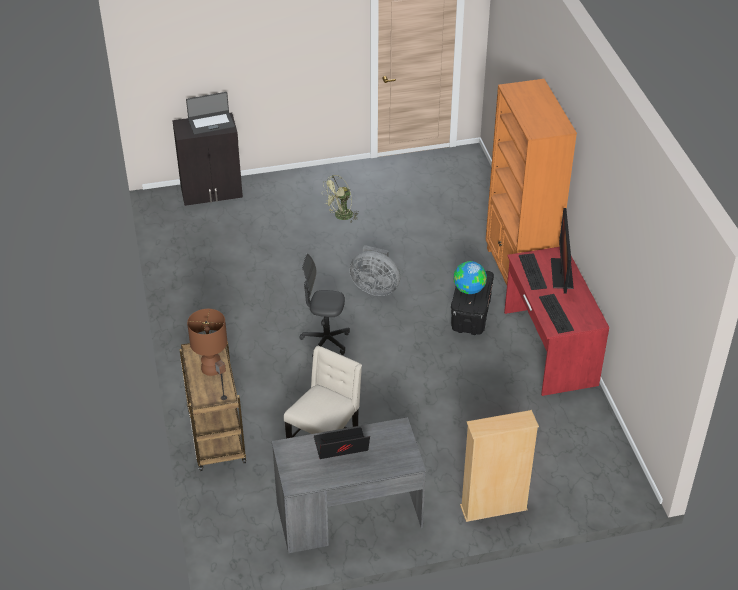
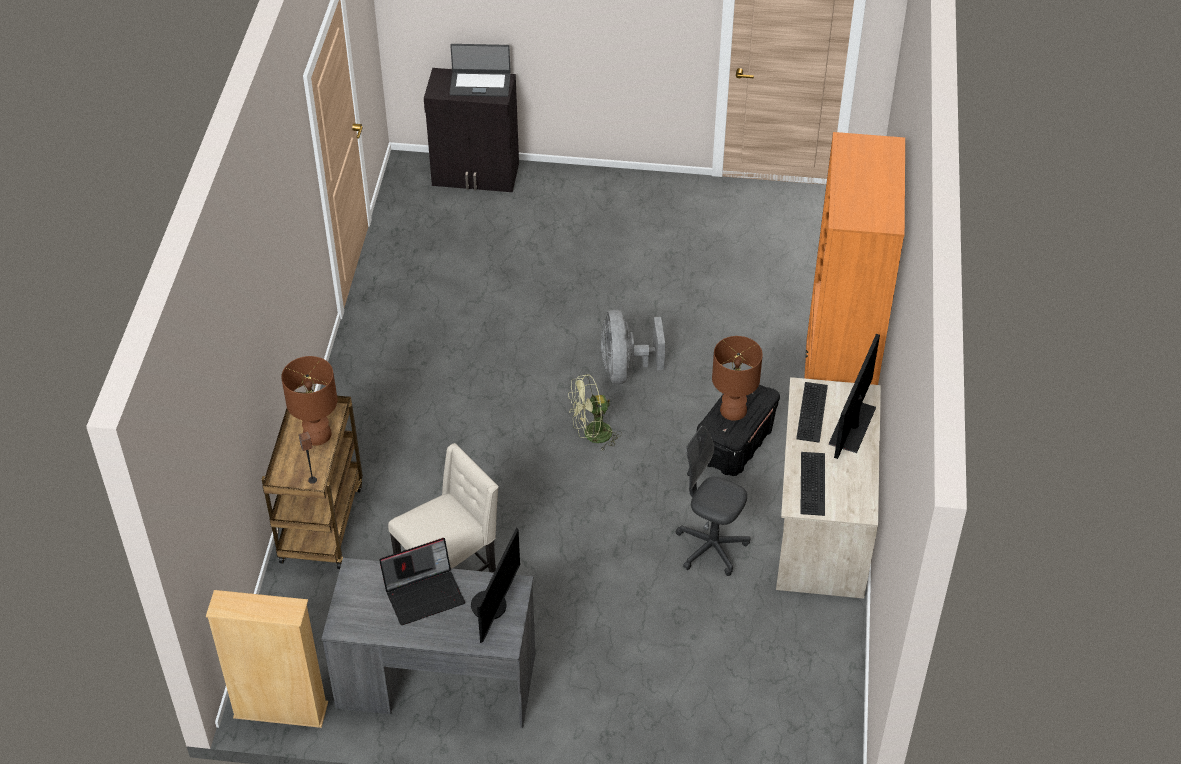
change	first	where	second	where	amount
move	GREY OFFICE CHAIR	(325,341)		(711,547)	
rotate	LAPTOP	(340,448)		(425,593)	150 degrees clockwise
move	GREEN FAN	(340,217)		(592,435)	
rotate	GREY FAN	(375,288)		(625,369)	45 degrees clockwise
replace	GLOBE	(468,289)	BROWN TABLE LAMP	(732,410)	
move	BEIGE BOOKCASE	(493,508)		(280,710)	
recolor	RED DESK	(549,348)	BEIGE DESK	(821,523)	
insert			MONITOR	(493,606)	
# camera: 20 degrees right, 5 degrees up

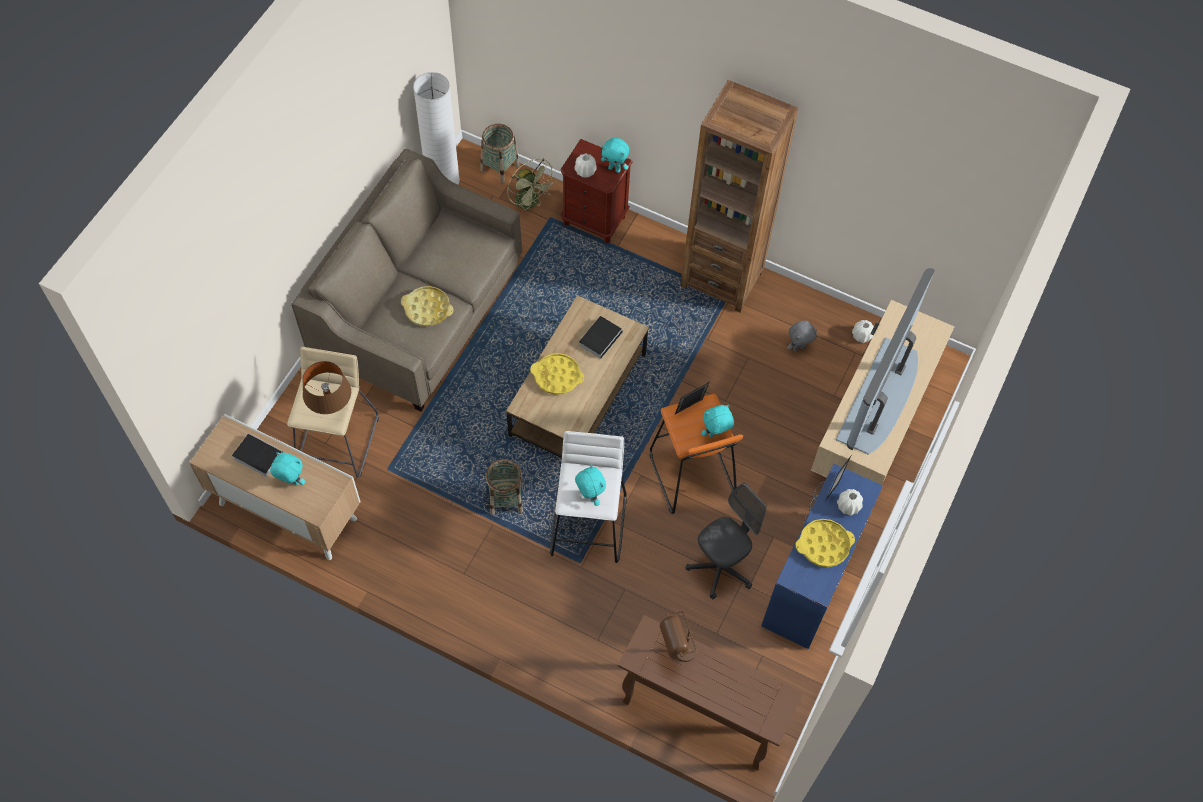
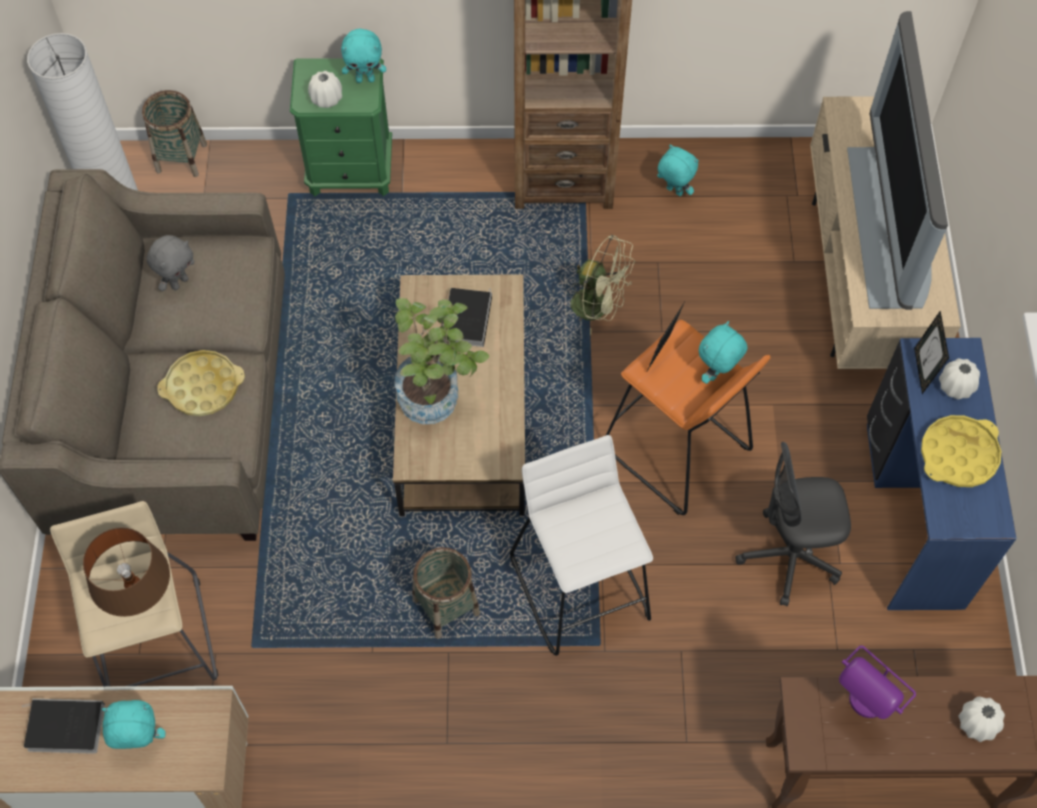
change	first	where	second	where	amount
move	GREEN FAN	(531,203)		(598,307)	
replace	YELLOW TRAY	(557,376)	POTTED PLANT	(437,398)	
recolor	BROWN NIGHTSTAND	(594,220)	GREEN NIGHTSTAND	(351,172)	
move	TURQUOISE PLUSH TOY	(589,496)		(673,192)	
recolor	BROWN TABLE LAMP	(677,653)	PURPLE TABLE LAMP	(860,709)	
rotate	GREY OFFICE CHAIR	(720,568)		(788,557)	120 degrees counterclockwise
move	GREY PLUSH TOY	(798,348)		(179,282)	
move	WHITE VASE	(861,335)		(977,723)	
# camera: 25 degrees left, 0 degrees up

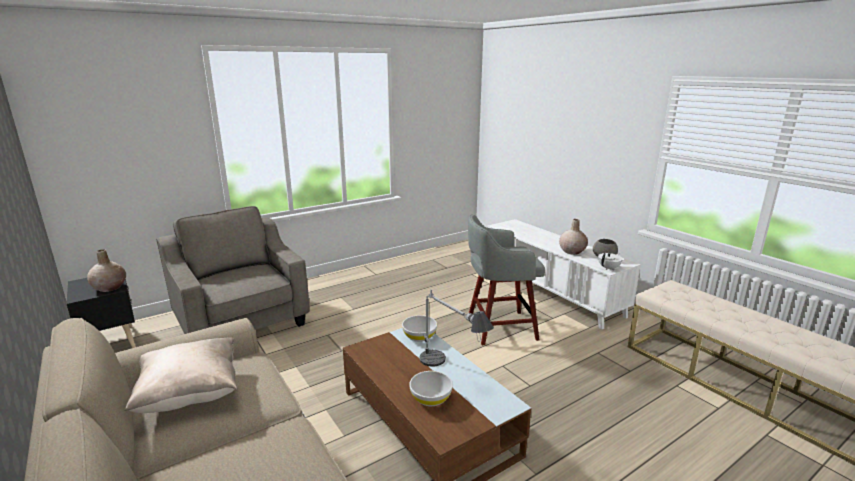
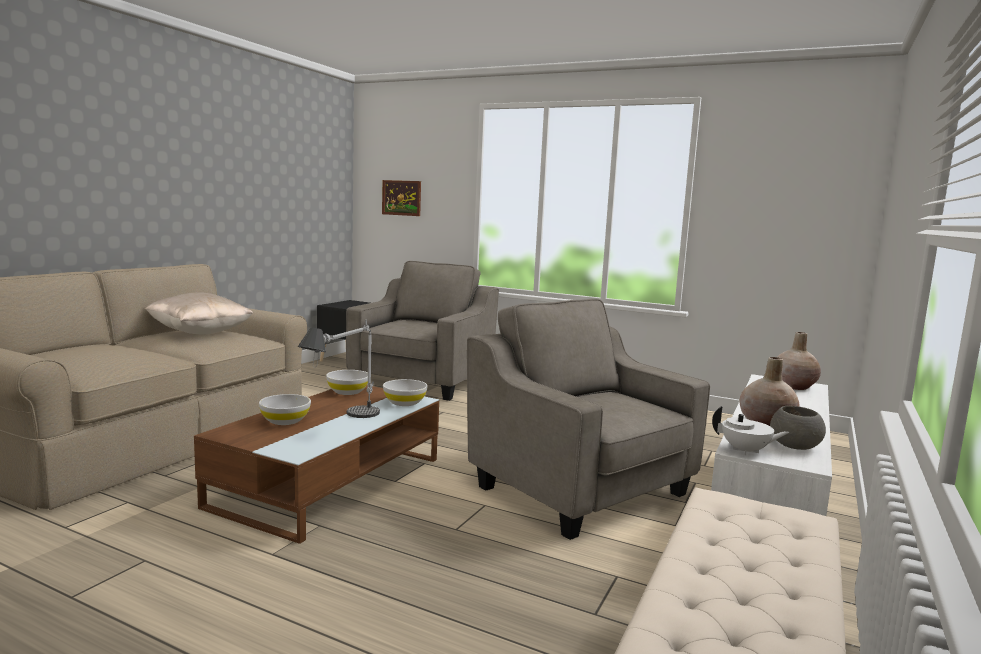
change	first	where	second	where	amount
move	BEIGE VASE	(110,287)		(793,386)	
replace	GREY STOOL	(499,327)	GREY ARMCHAIR	(581,489)	
insert			WHITE BOWL	(348,392)	
insert			PICTURE	(401,198)	
# camera: 60 degrees right, 10 degrees down

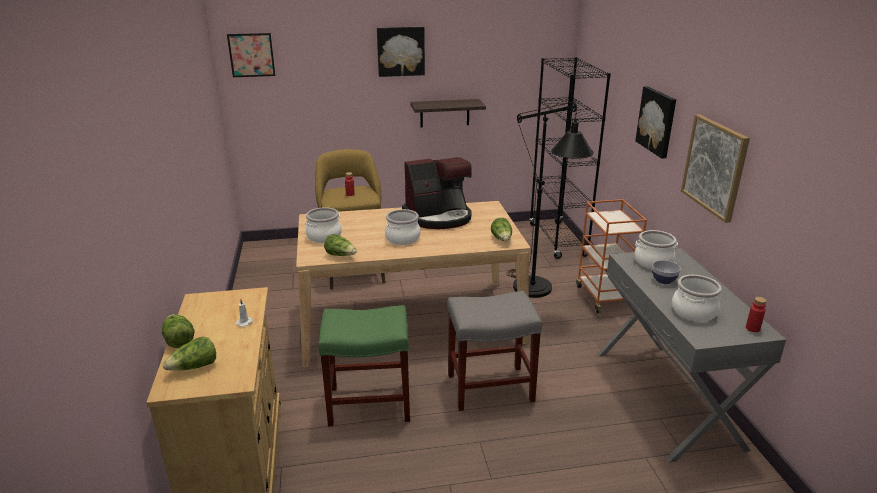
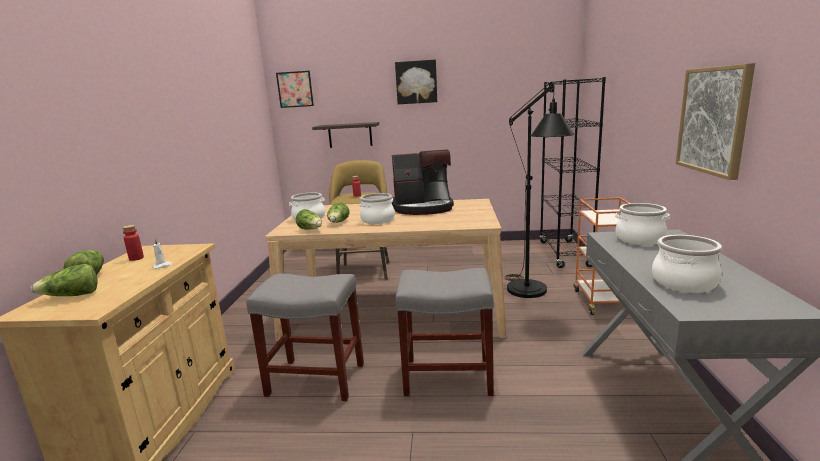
change	first	where	second	where	amount
recolor	GREEN STOOL	(368,404)	GREY STOOL	(314,379)	
move	SHELF	(444,113)		(350,135)	
move	LETTUCE	(502,239)		(338,223)	
delete	PICTURE	(657,121)			
delete	BOWL	(664,280)			
move	RED BOTTLE	(752,328)		(136,258)	
# camera: 15 degrees right, 10 degrees down

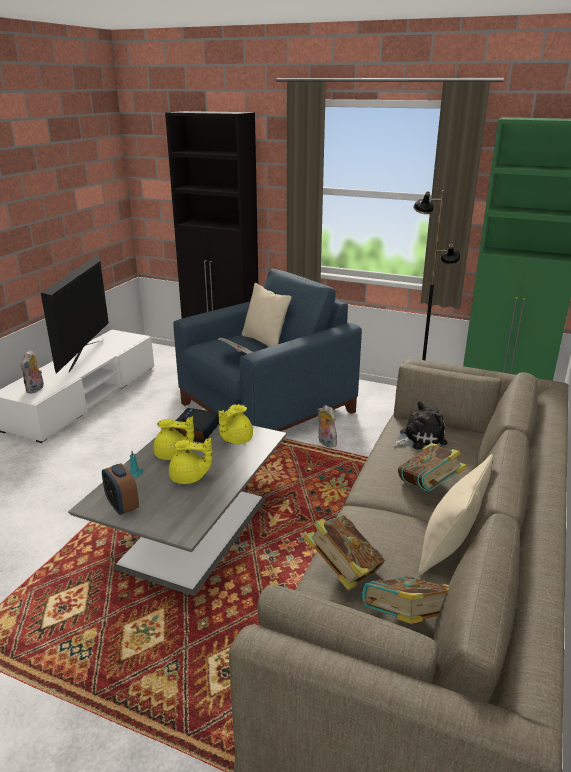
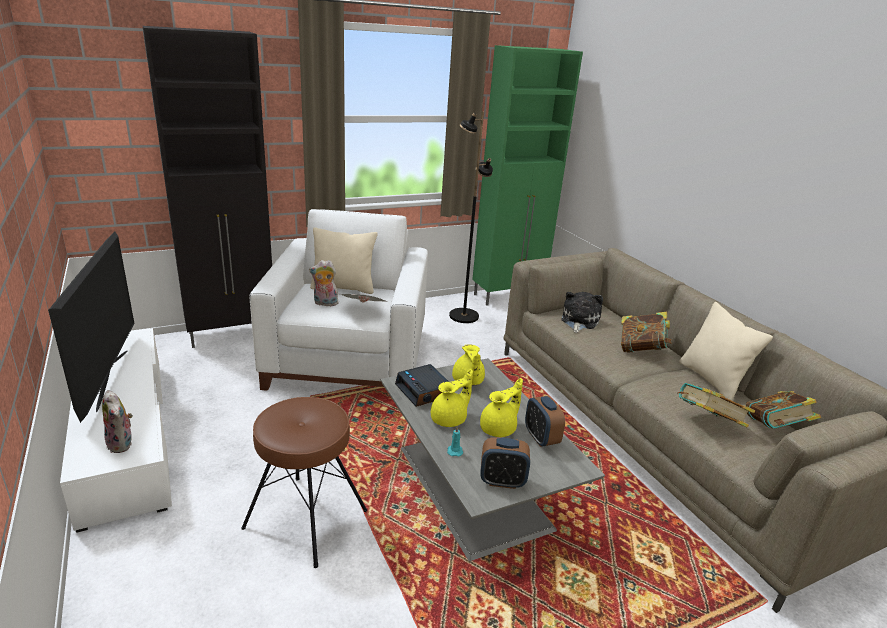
change	first	where	second	where	amount
rotate	TELEVISION	(86,356)		(110,379)	150 degrees counterclockwise
recolor	BLUE ARMCHAIR	(266,408)	WHITE ARMCHAIR	(349,359)	
move	PLUSH TOY	(325,442)		(325,303)	
insert			BROWN STOOL	(306,518)	
insert			ALARM CLOCK	(541,438)	
# camera: 50 degrees left, 0 degrees up

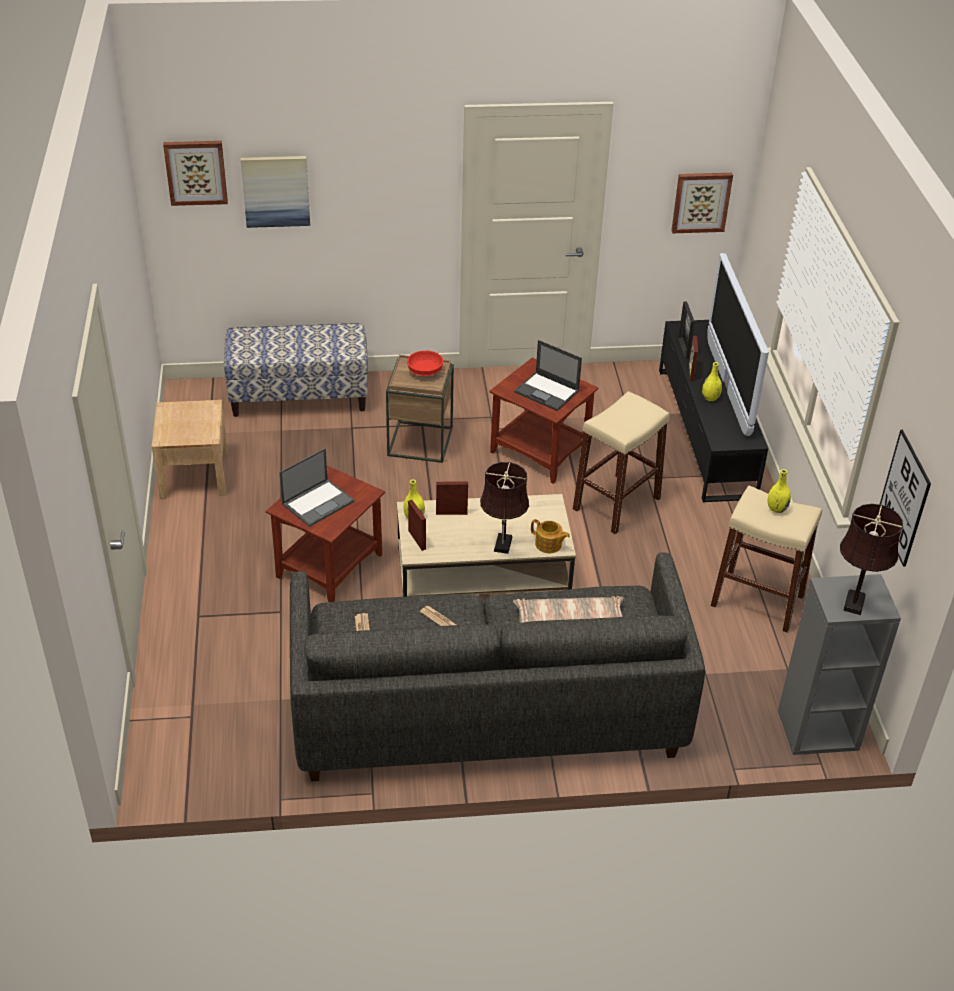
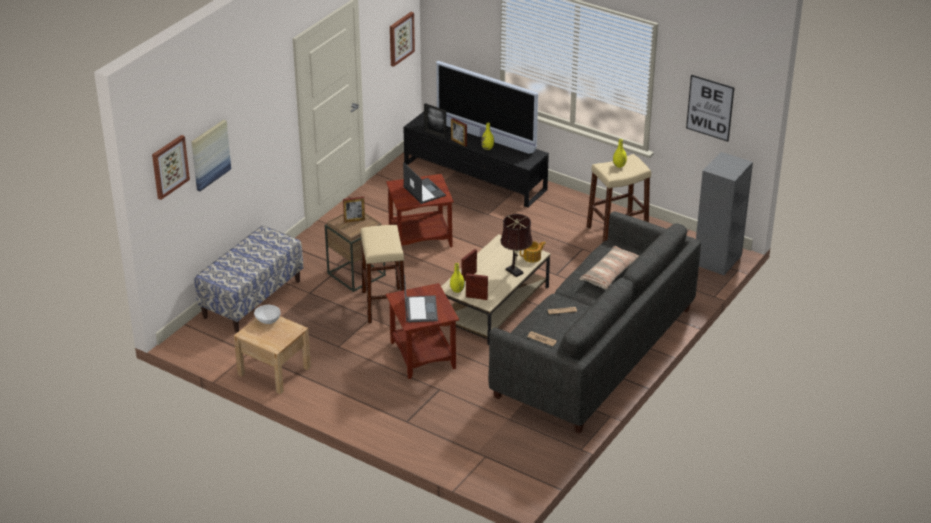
change	first	where	second	where	amount
replace	RED BOWL	(425,371)	PICTURE FRAME	(354,220)	
rotate	LAPTOP	(547,392)		(424,191)	105 degrees counterclockwise
move	BEIGE STOOL	(616,503)		(384,305)	
delete	BROWN TABLE LAMP	(855,600)			
insert			WHITE BOWL	(268,321)	
# camera: 50 degrees left, 5 degrees down

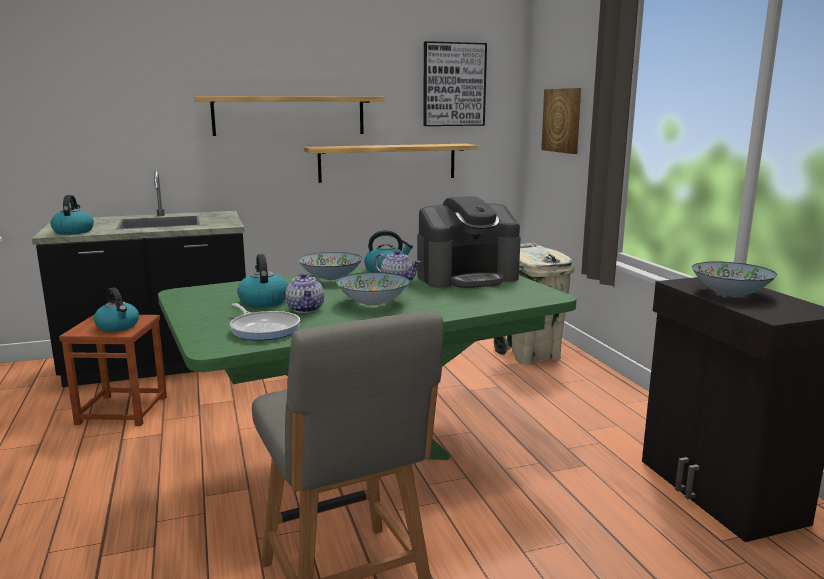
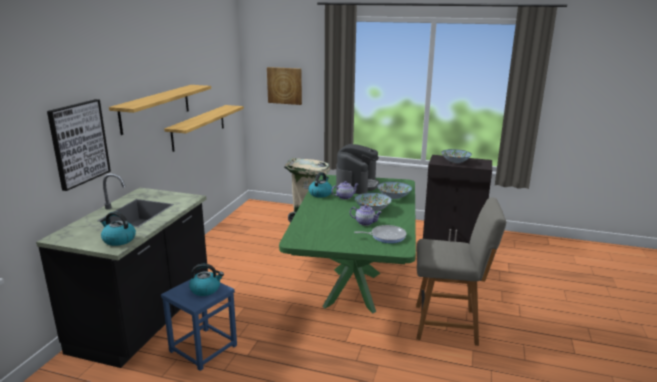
change	first	where	second	where	amount
recolor	BROWN STOOL	(123,410)	BLUE STOOL	(203,348)	
delete	KETTLE	(263,301)			
move	BOWL	(331,277)		(394,197)	
move	PICTURE	(454,84)		(79,143)	
# camera: 55 degrees left, 5 degrees up

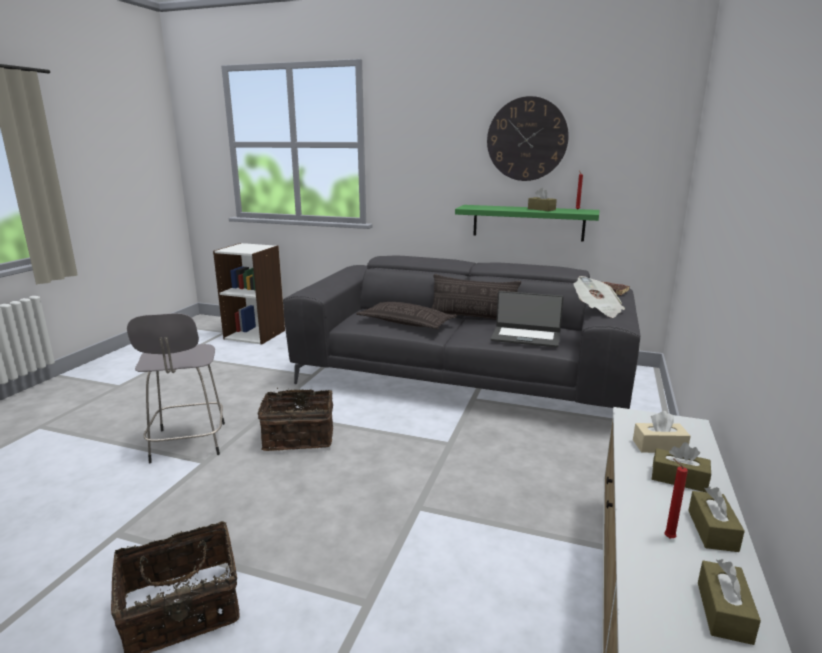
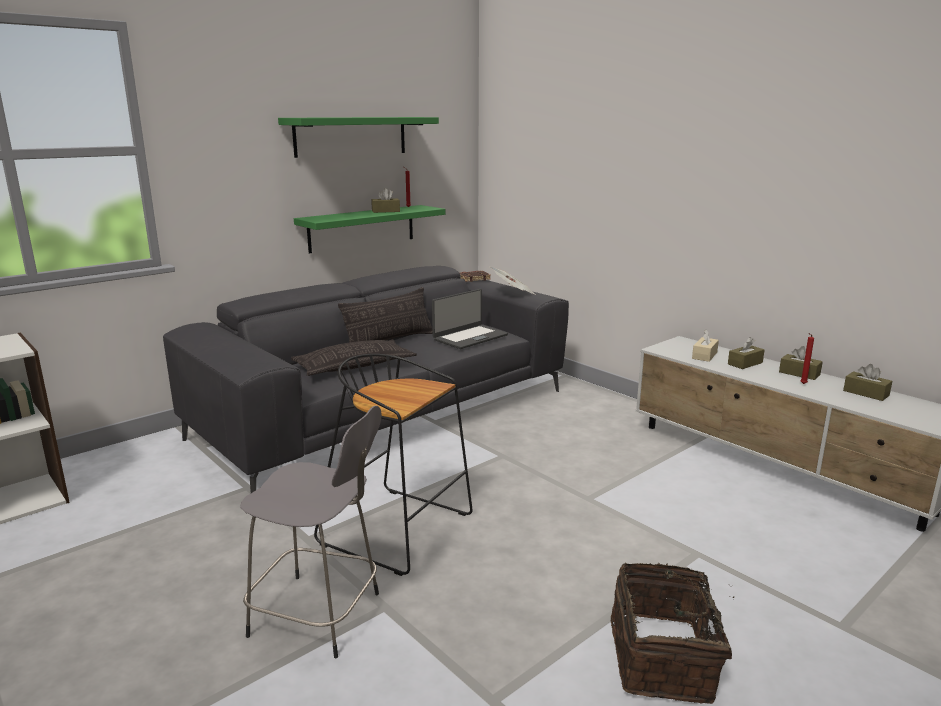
change	first	where	second	where	amount
replace	BASKET	(299,437)	BLACK STOOL	(399,529)	
replace	WALL CLOCK	(527,139)	GREEN SHELF	(351,136)	
# camera: 60 degrees left, 0 degrees up

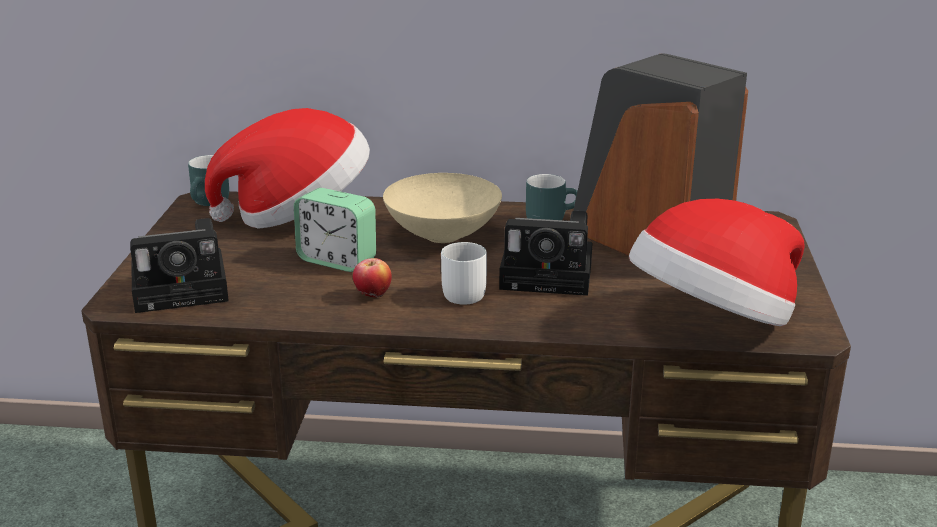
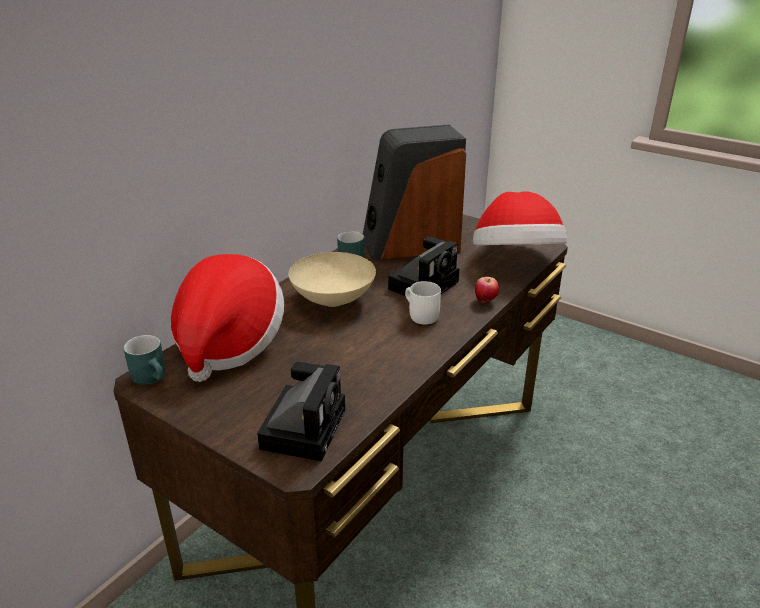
change	first	where	second	where	amount
delete	ALARM CLOCK	(337,260)			
move	APPLE	(373,296)		(485,301)	
# camera: 60 degrees left, 5 degrees up

